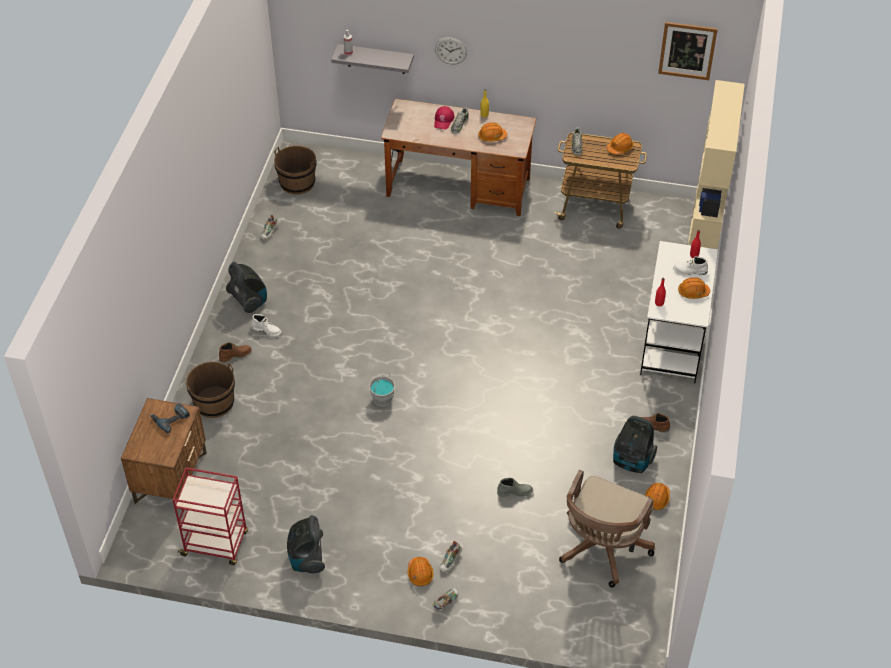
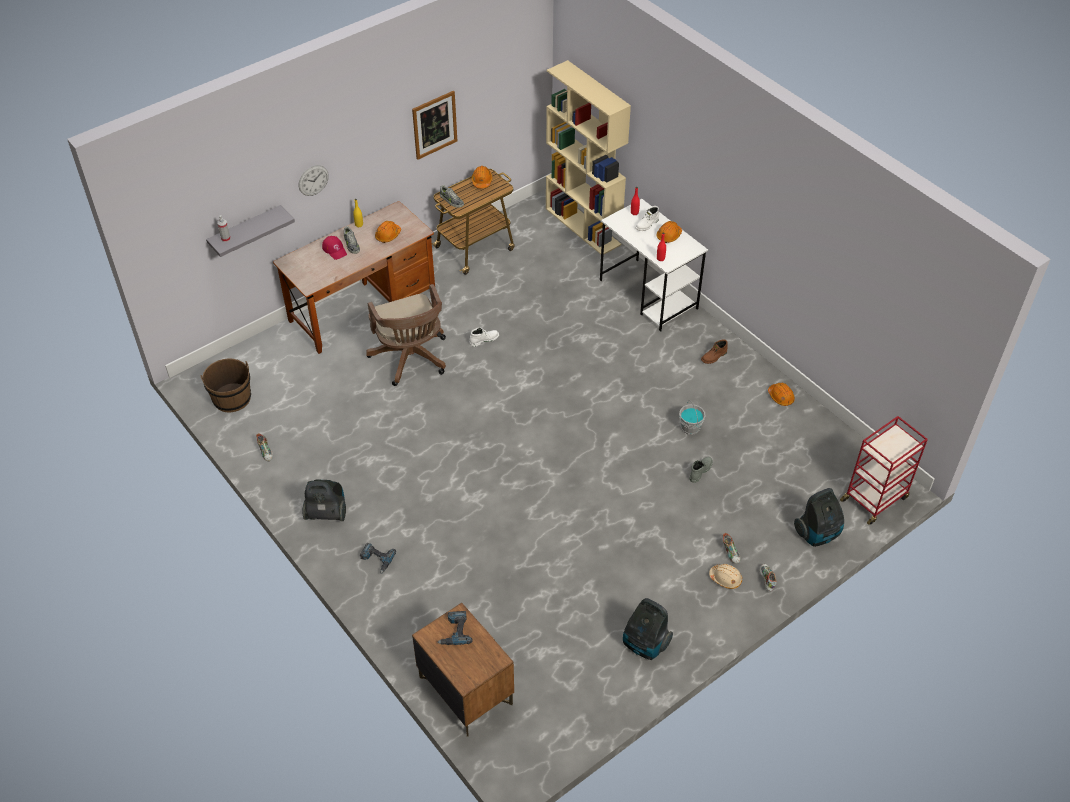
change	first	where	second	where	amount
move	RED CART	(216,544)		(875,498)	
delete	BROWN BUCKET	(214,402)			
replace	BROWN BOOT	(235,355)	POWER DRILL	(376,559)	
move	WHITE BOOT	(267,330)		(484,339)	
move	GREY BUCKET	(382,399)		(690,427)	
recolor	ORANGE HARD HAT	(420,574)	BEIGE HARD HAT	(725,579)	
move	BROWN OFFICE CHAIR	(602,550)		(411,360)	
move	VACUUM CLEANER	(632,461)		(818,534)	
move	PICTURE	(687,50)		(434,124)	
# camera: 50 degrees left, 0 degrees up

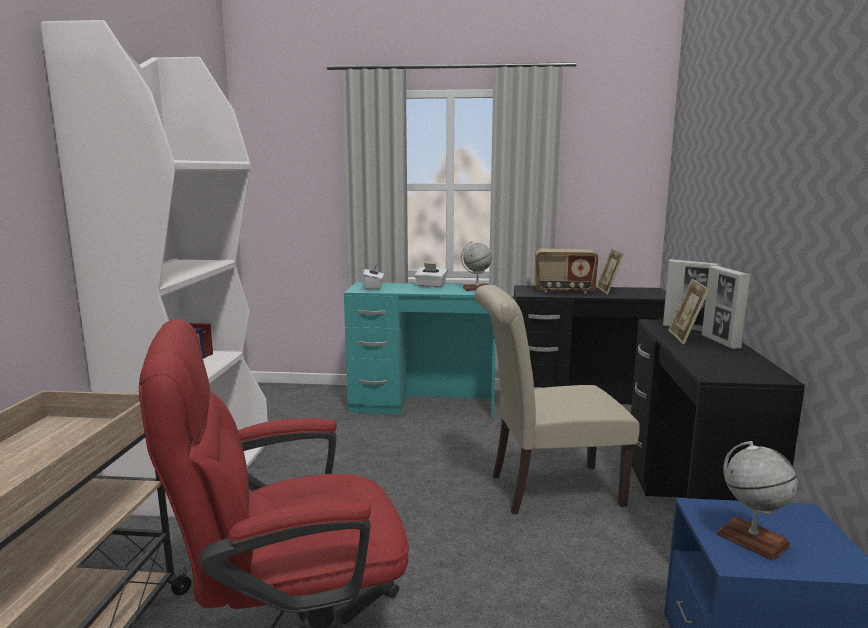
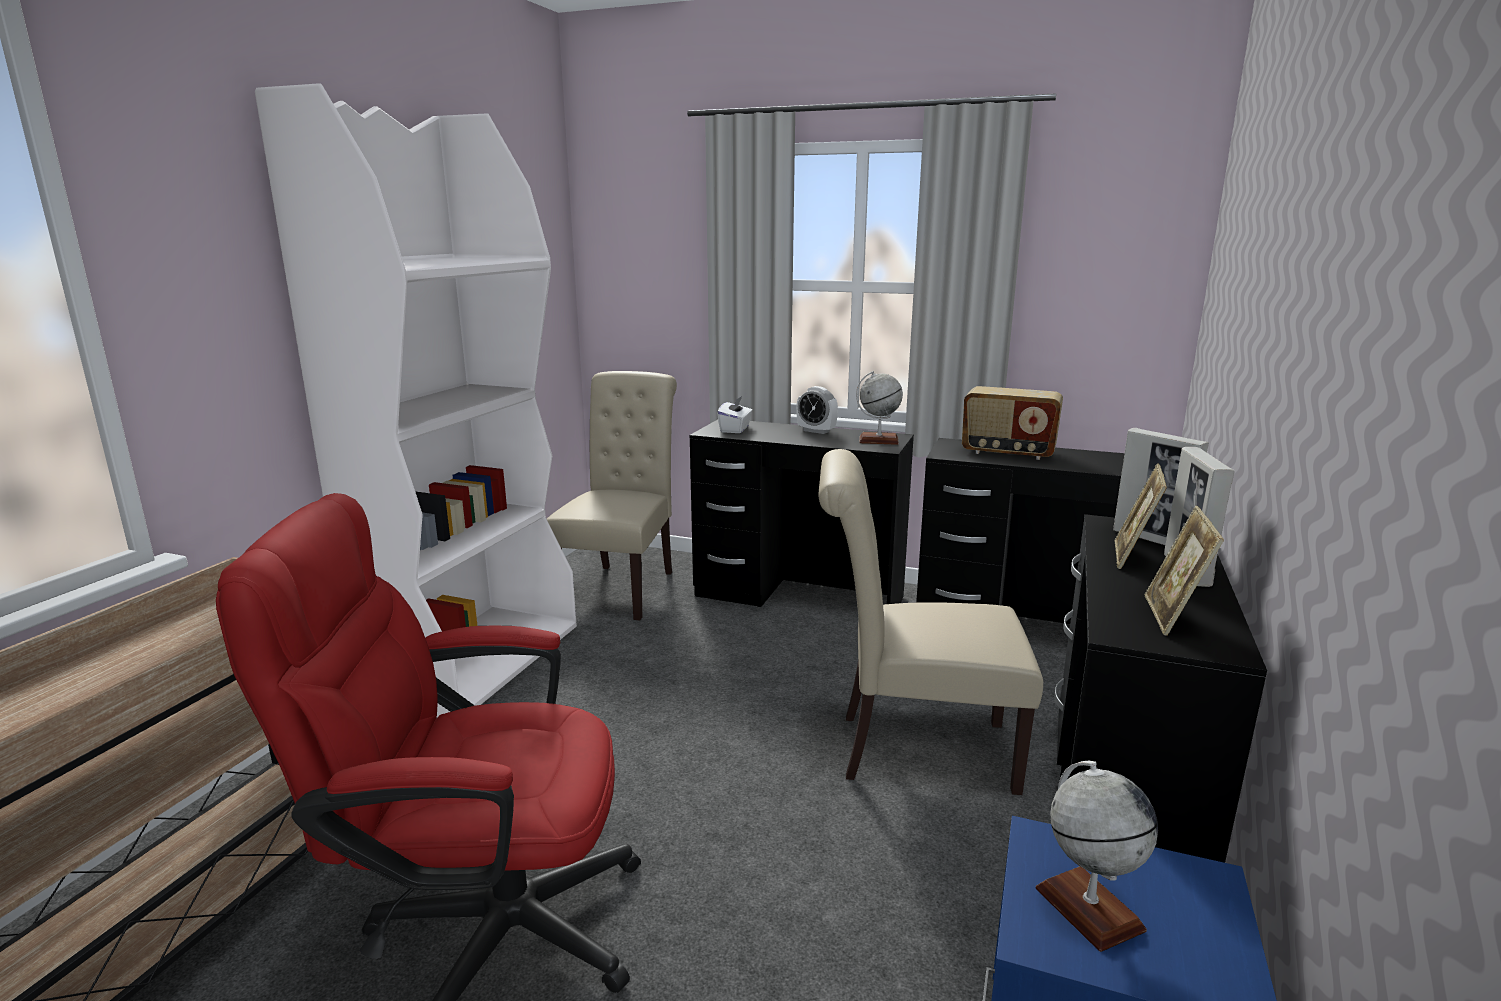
change	first	where	second	where	amount
recolor	TURQUOISE DESK	(423,405)	BLACK DESK	(799,597)	
replace	WHITE TISSUE BOX	(430,286)	ALARM CLOCK	(816,431)	
move	PICTURE FRAME	(608,290)		(1173,617)	
insert			BEIGE CHAIR	(622,587)	
# camera: 15 degrees right, 5 degrees up

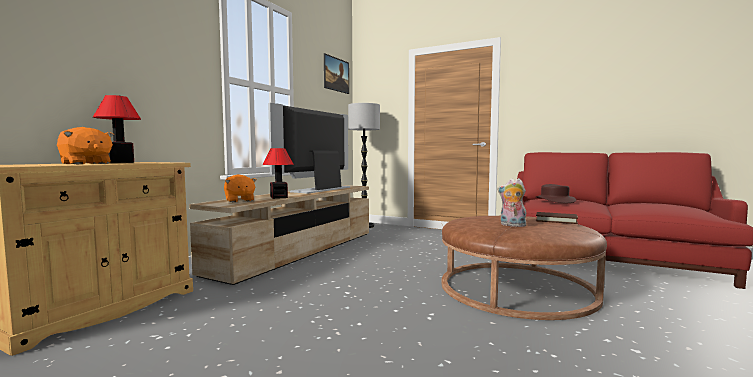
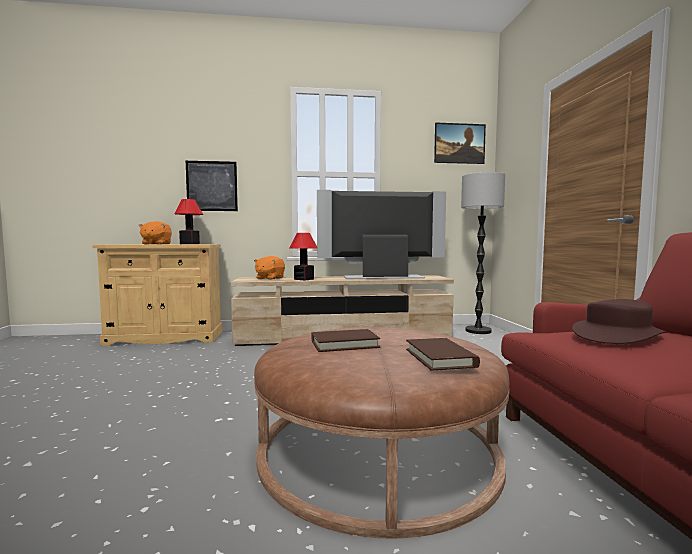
change	first	where	second	where	amount
replace	PLUSH TOY	(511,225)	BROWN BOOK	(344,344)	
insert			PICTURE	(212,186)	
# camera: 55 degrees right, 0 degrees up

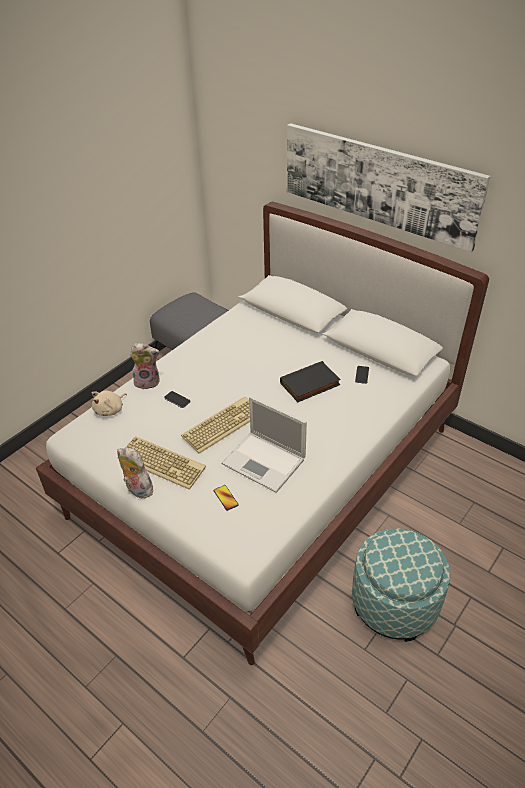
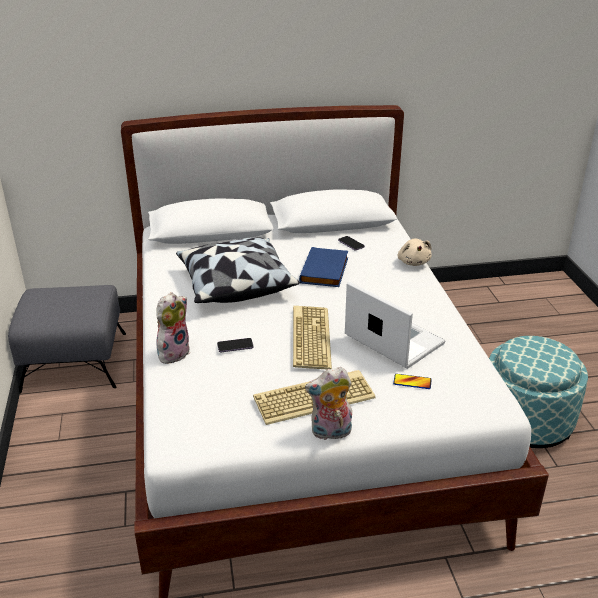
change	first	where	second	where	amount
move	BEIGE PLUSH TOY	(110,410)		(413,262)	
rotate	LAPTOP	(265,462)		(392,339)	120 degrees counterclockwise
recolor	BLACK BOOK	(310,385)	BLUE BOOK	(325,271)	
delete	PICTURE	(378,183)			
insert			PILLOW	(235,284)	
# camera: 50 degrees left, 10 degrees down

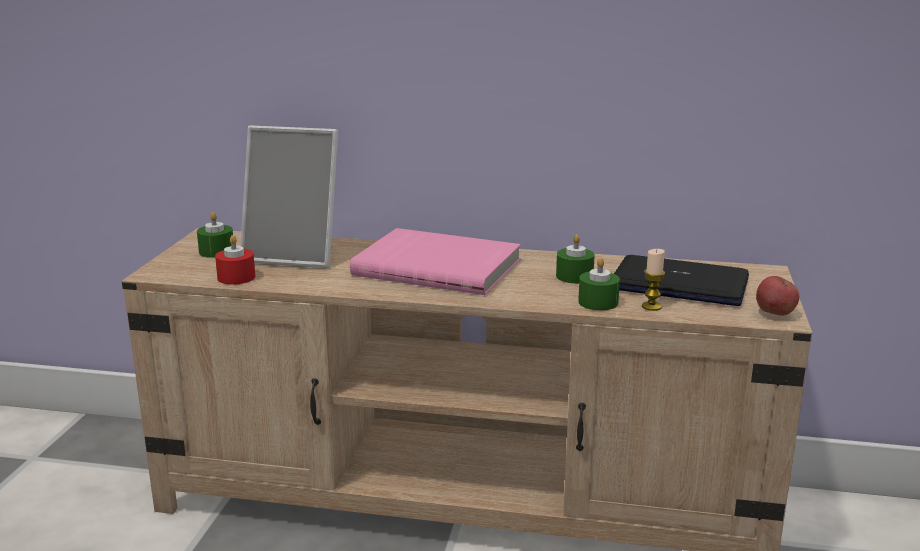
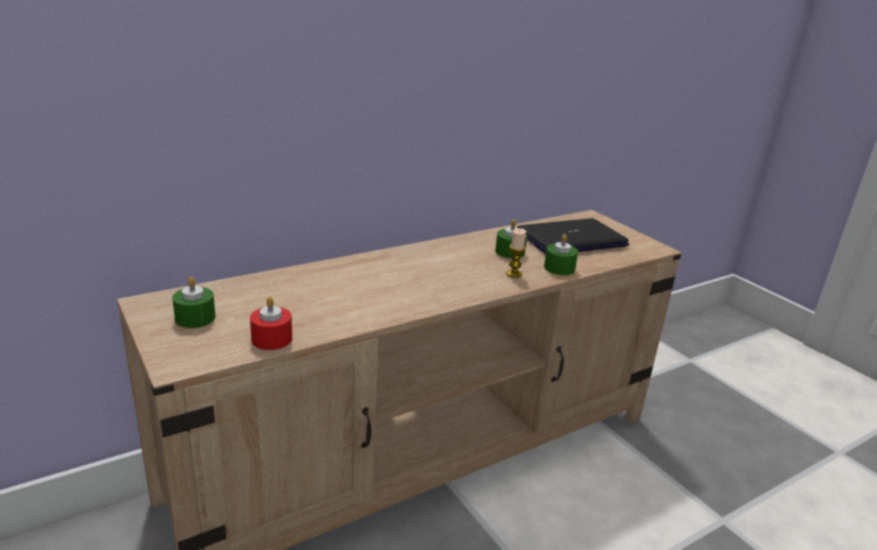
change	first	where	second	where	amount
delete	PICTURE FRAME	(296,255)			
delete	PINK BOOK	(438,266)			
move	CANDLE	(651,306)		(514,274)	
delete	APPLE	(775,314)			
# camera: 45 degrees left, 5 degrees up

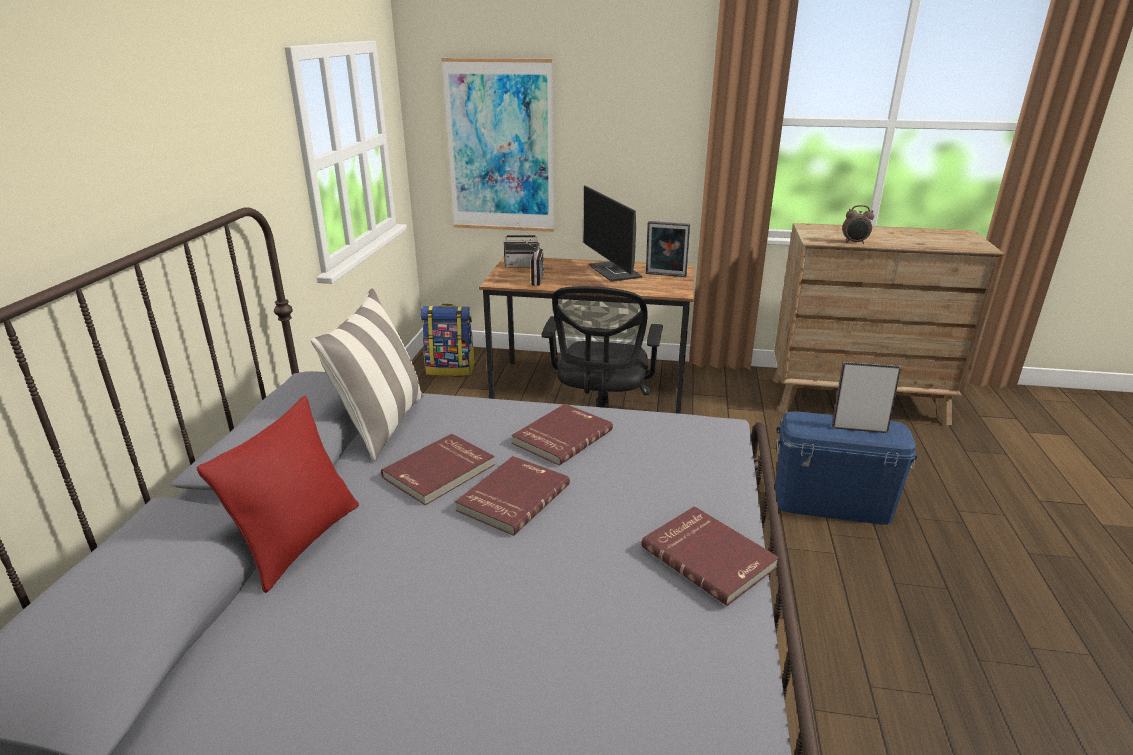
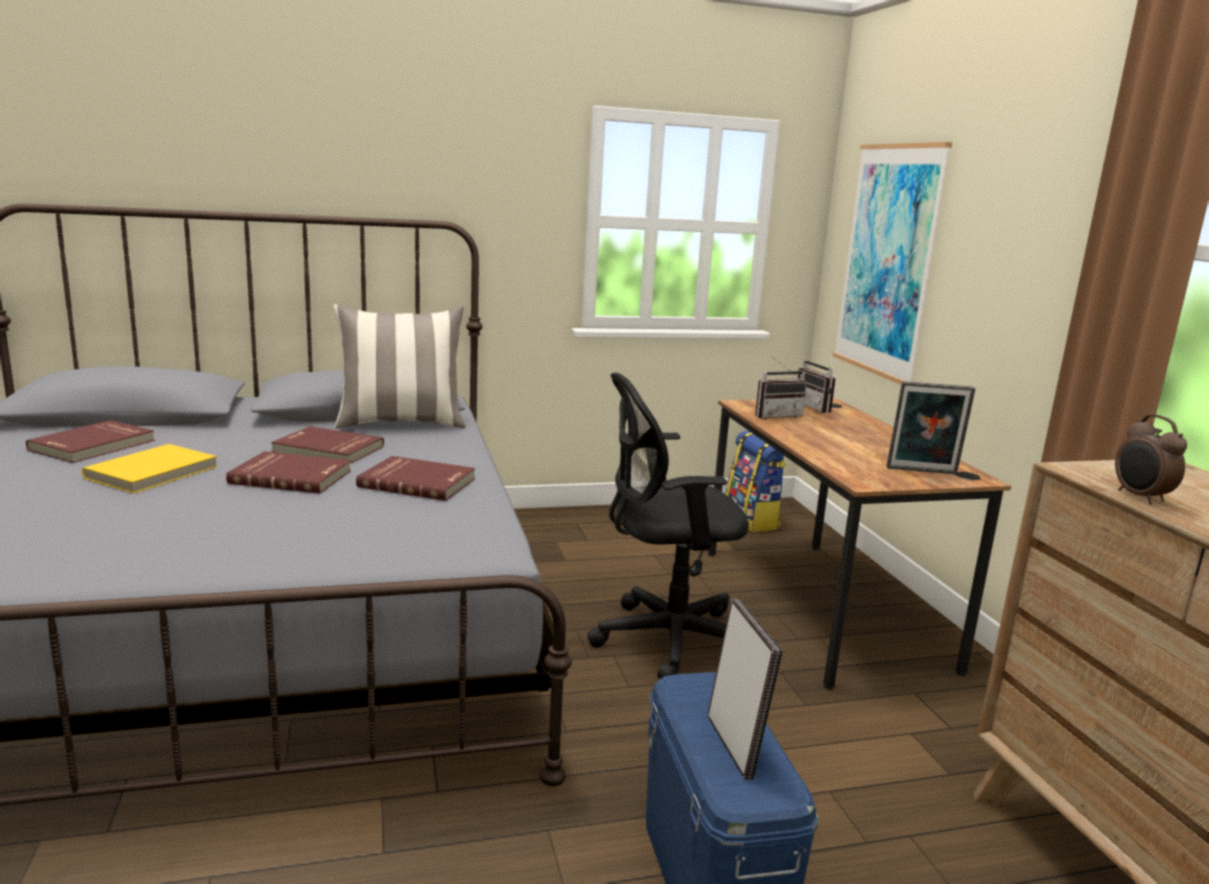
change	first	where	second	where	amount
delete	RED PILLOW	(300,541)			
delete	MONITOR	(615,272)			
move	RED BOOK	(709,556)		(94,445)	
rotate	PICTURE FRAME	(665,275)		(922,472)	75 degrees counterclockwise
insert			YELLOW BOOK	(154,473)	
# camera: 65 degrees right, 10 degrees down

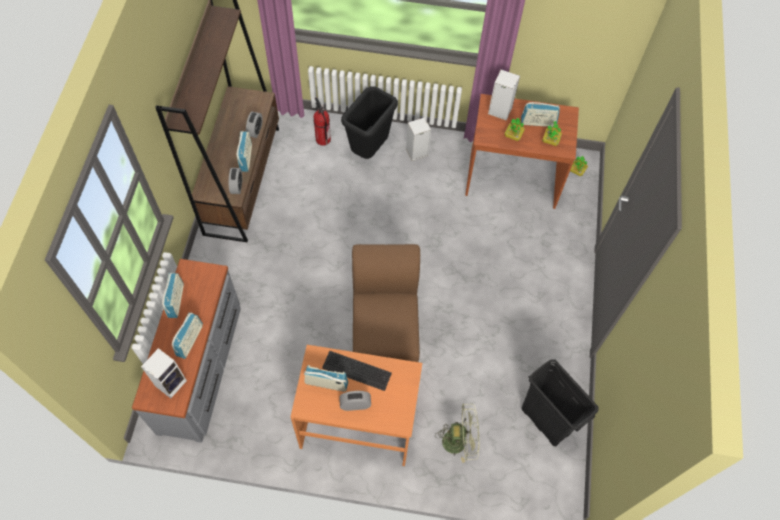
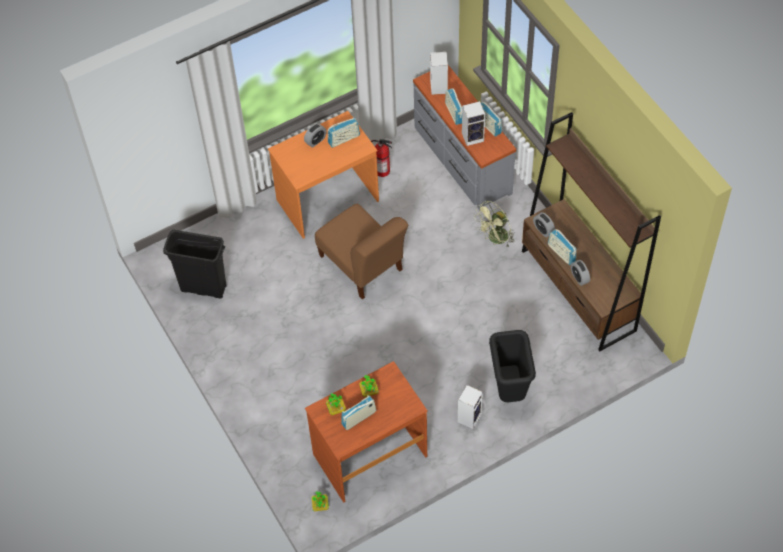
change	first	where	second	where	amount
move	FIRE EXTINGUISHER	(322,139)		(383,171)	
delete	KEYBOARD	(355,371)			
move	GREEN FAN	(459,440)		(495,239)	
move	SPEAKER	(499,110)		(473,137)	
# camera: 145 degrees right, 5 degrees down

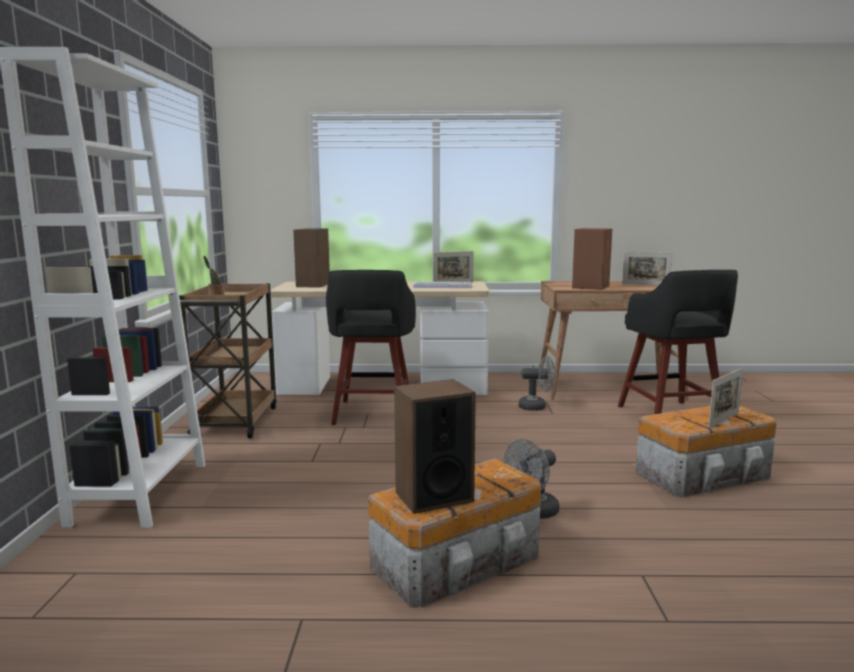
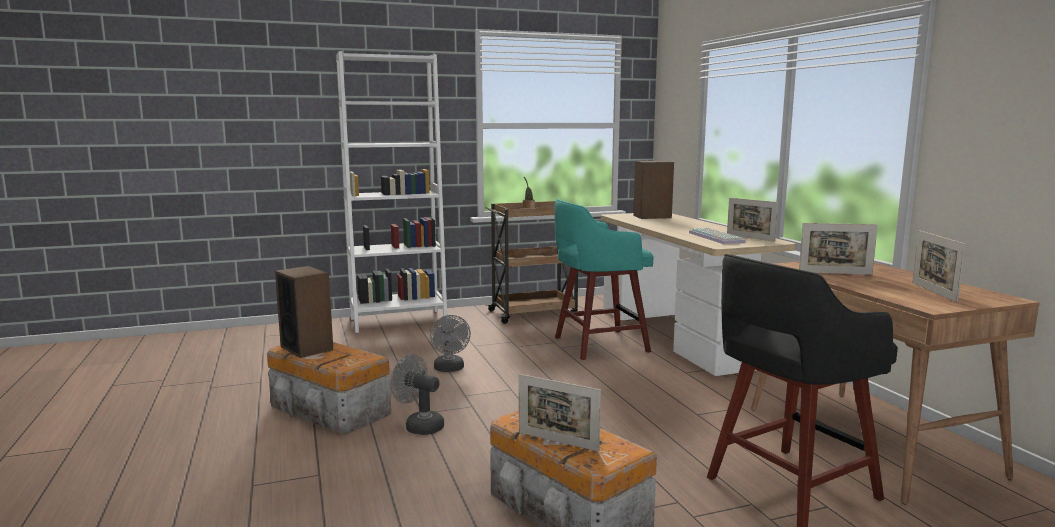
change	first	where	second	where	amount
recolor	BLACK STOOL	(373,414)	TURQUOISE STOOL	(598,345)	
move	GREY FAN	(537,407)		(450,369)	
replace	BROWN SPEAKER	(591,287)	PICTURE FRAME	(835,273)	
# camera: 70 degrees right, 0 degrees up

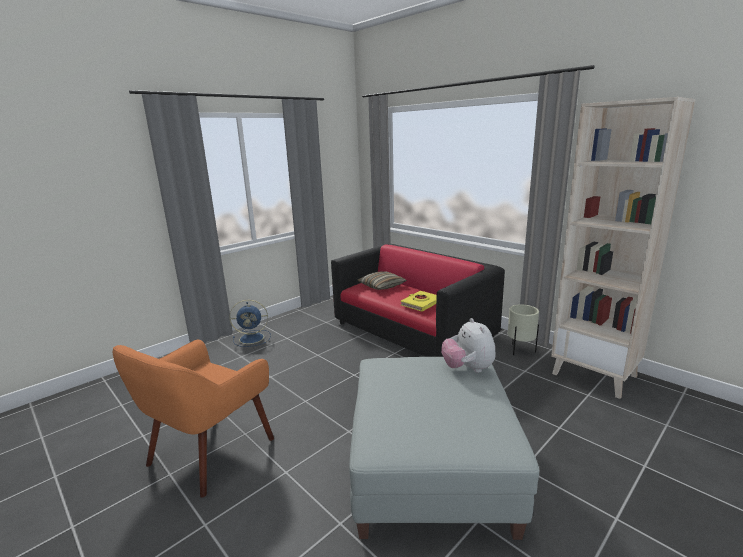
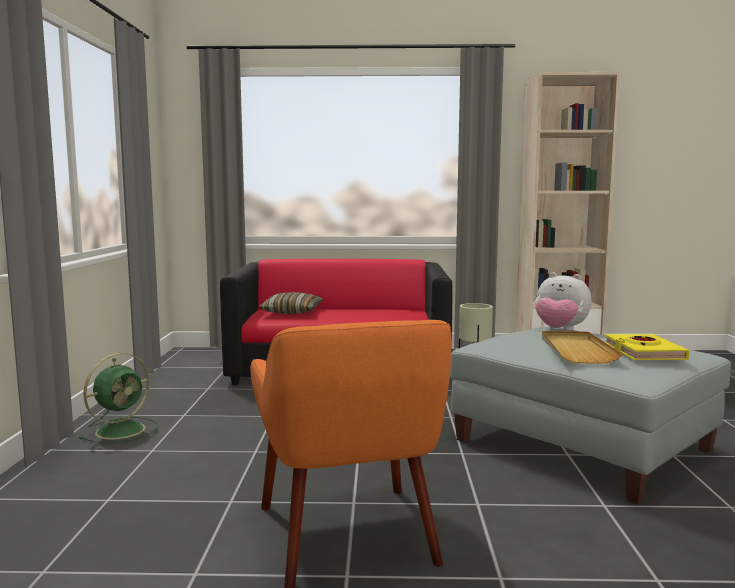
change	first	where	second	where	amount
recolor	BLUE FAN	(253,338)	GREEN FAN	(122,430)	
move	YELLOW BOOK	(421,303)		(643,353)	
insert			BEIGE TRAY	(576,350)	
# camera: 45 degrees left, 10 degrees down

